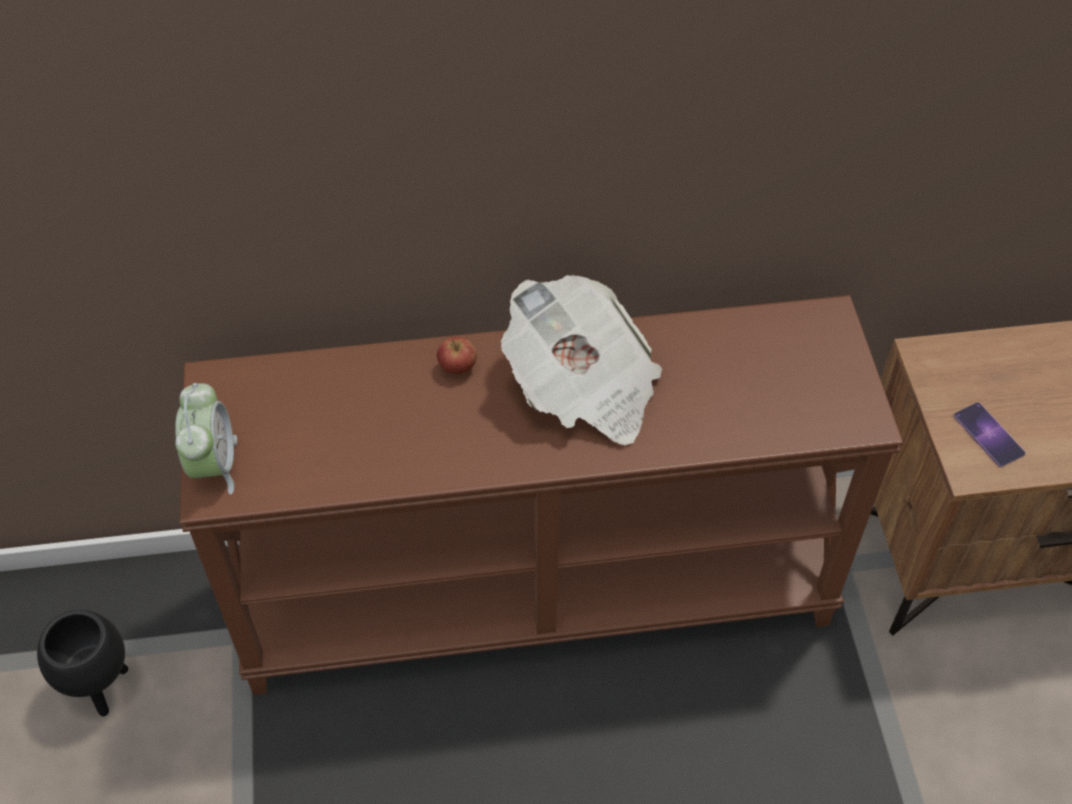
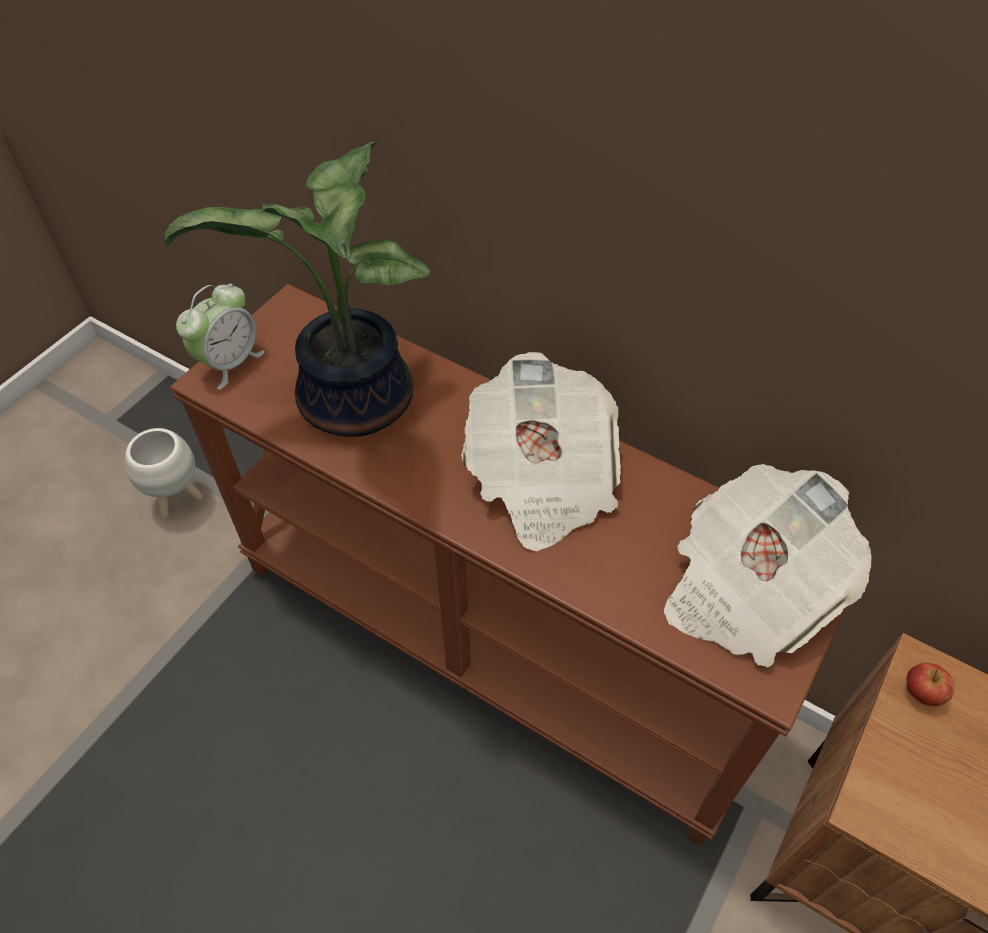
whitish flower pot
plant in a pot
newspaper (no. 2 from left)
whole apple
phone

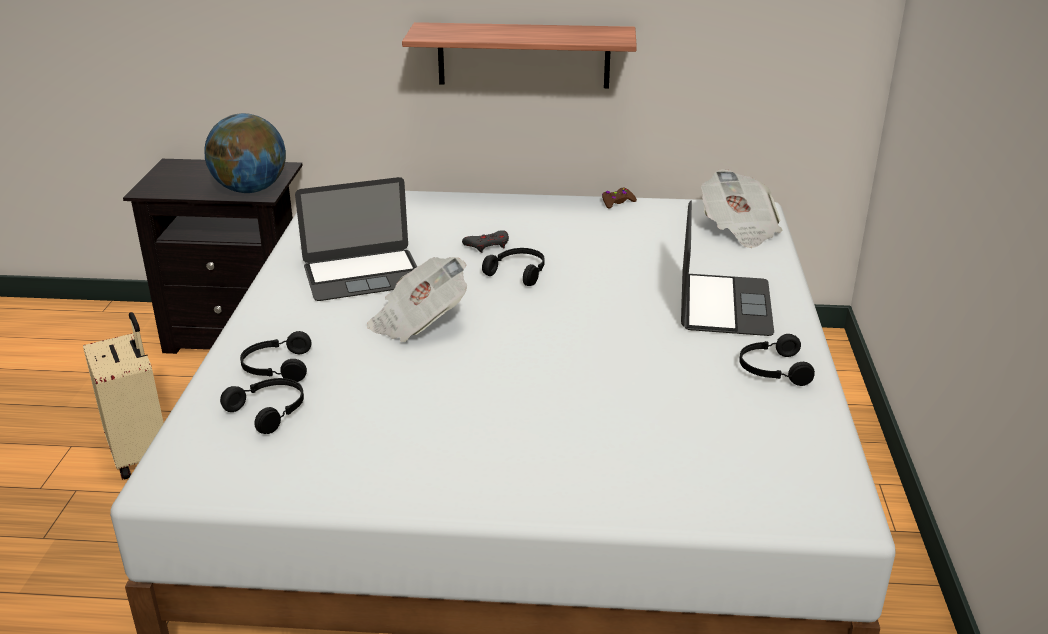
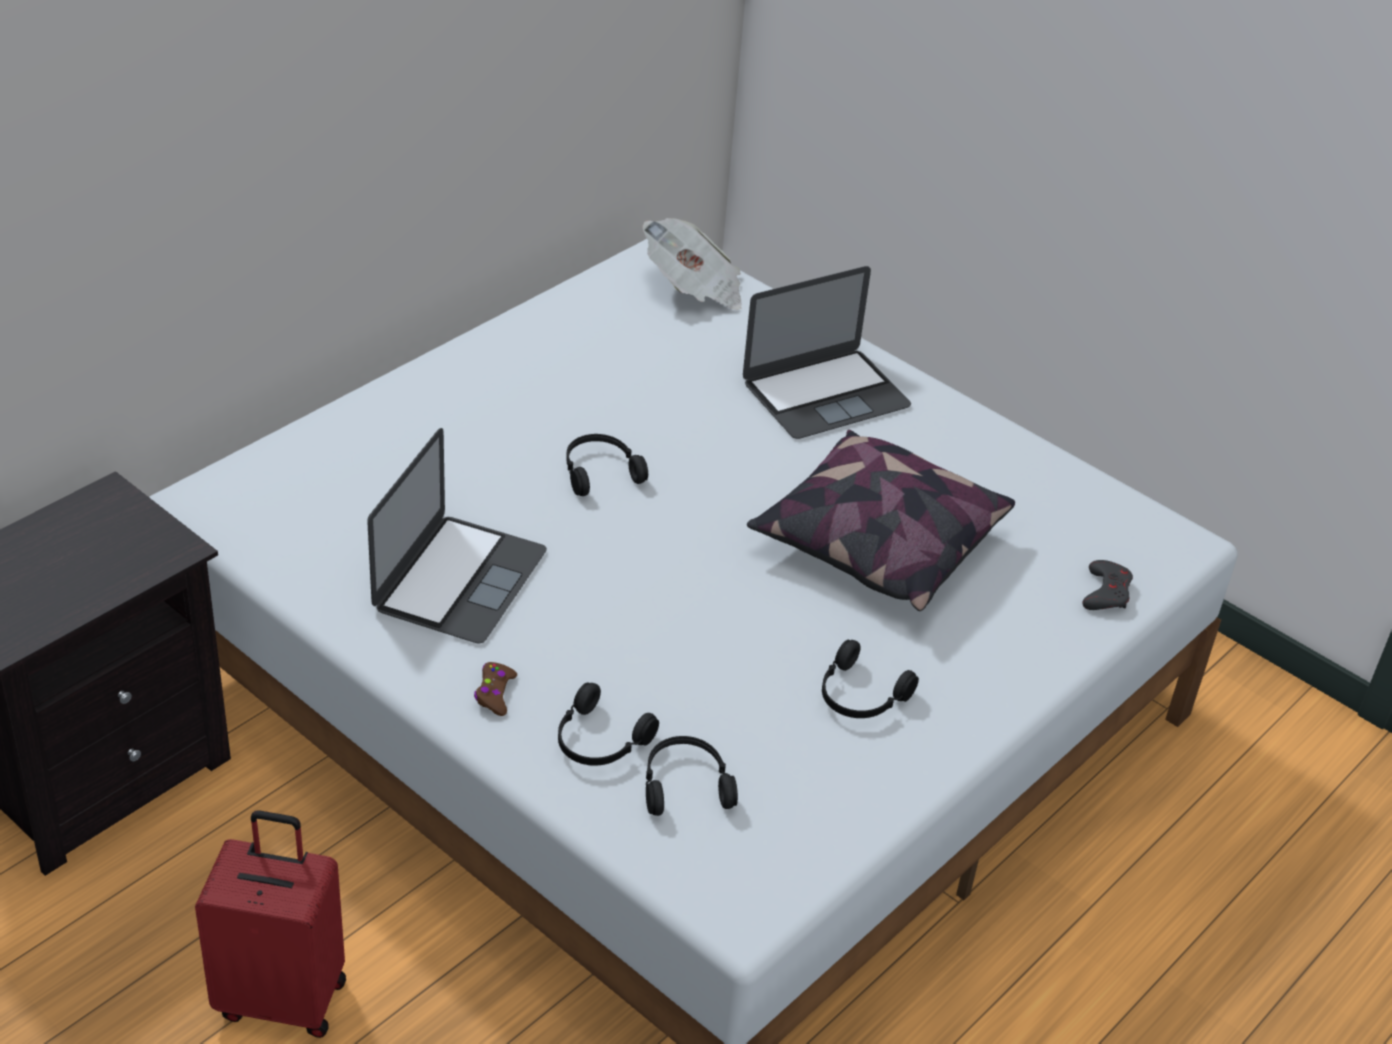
red piece of luggage
brownish joypad
notebook computer (no. 2 from left)
throw pillow
blackish headphones (no. 4 from left)
gray joypad
world globe
newspaper (no. 1 from left in the first image)
shelf

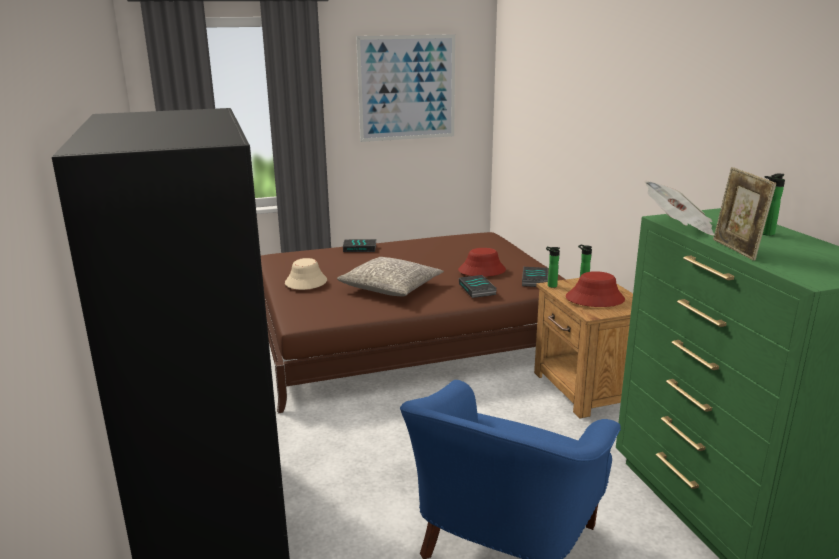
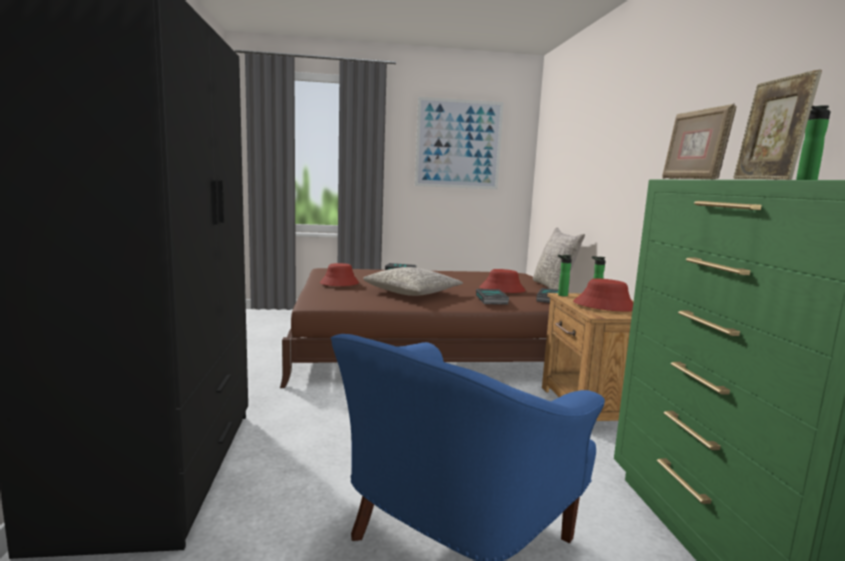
red clothing hat (no. 1 from left)
gray throw pillow (no. 2 from left)
photo frame (no. 1 from left)

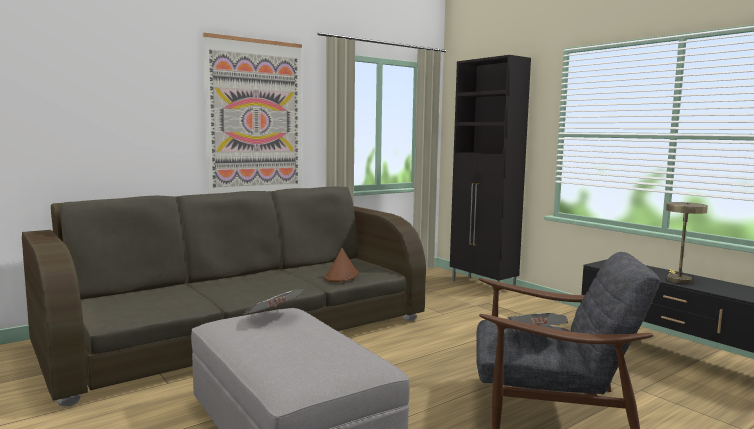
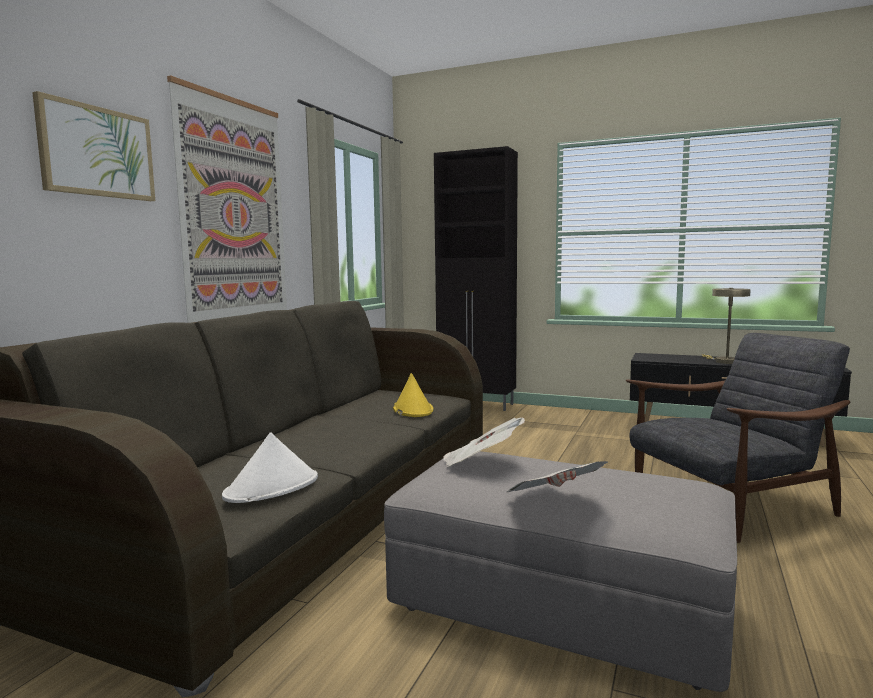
picture (no. 1 from left)
whitish clothing hat
yellow-coloured clothing hat
newspaper (no. 2 from left)

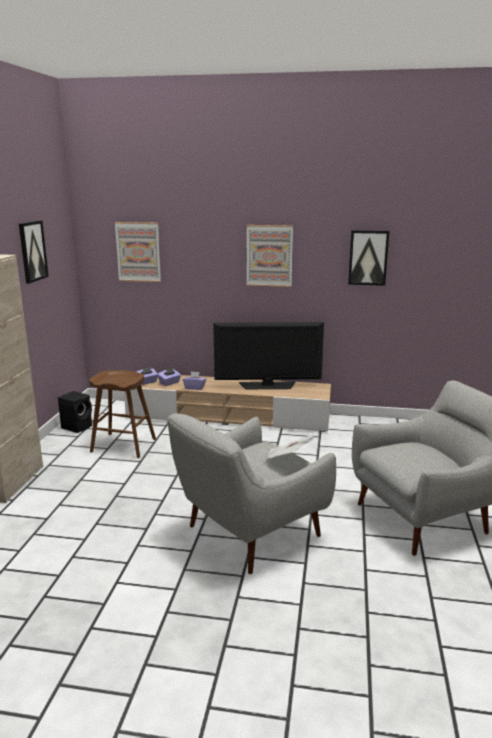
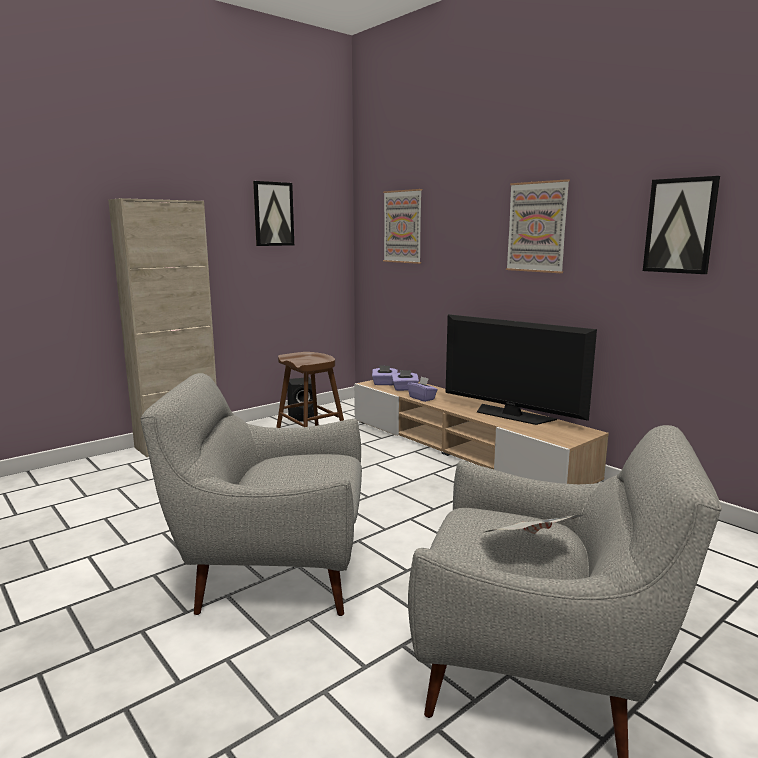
newspaper

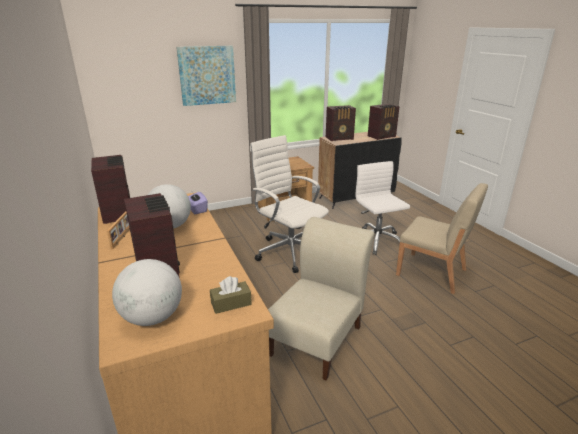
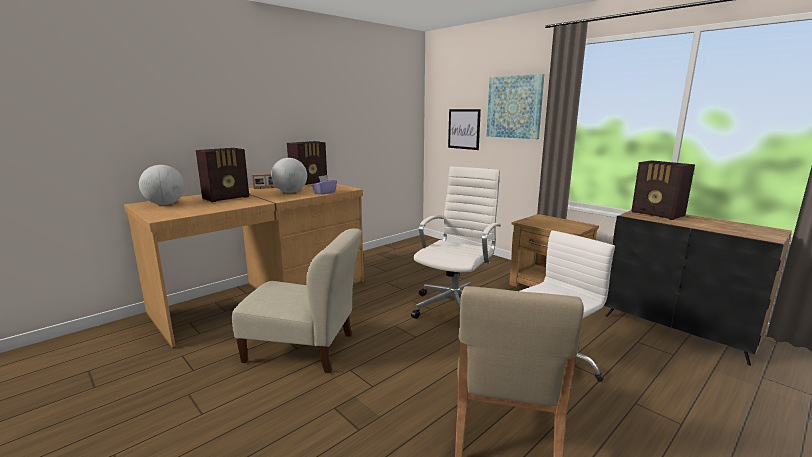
picture (no. 1 from left)
brownish tissue holder
radio (no. 4 from left in the first image)

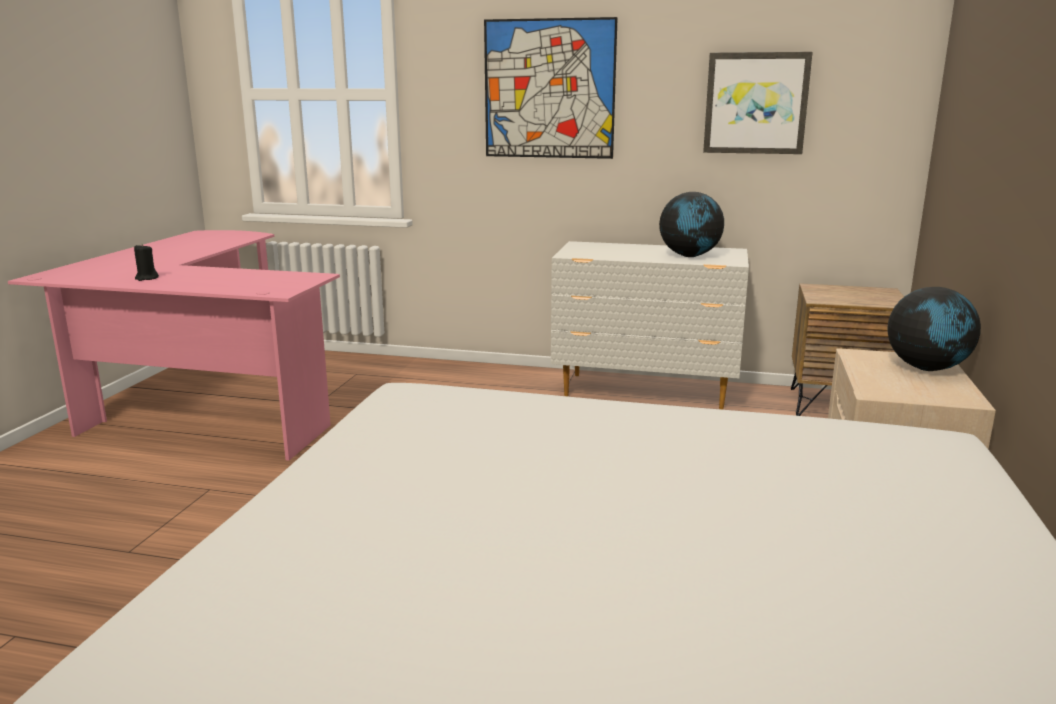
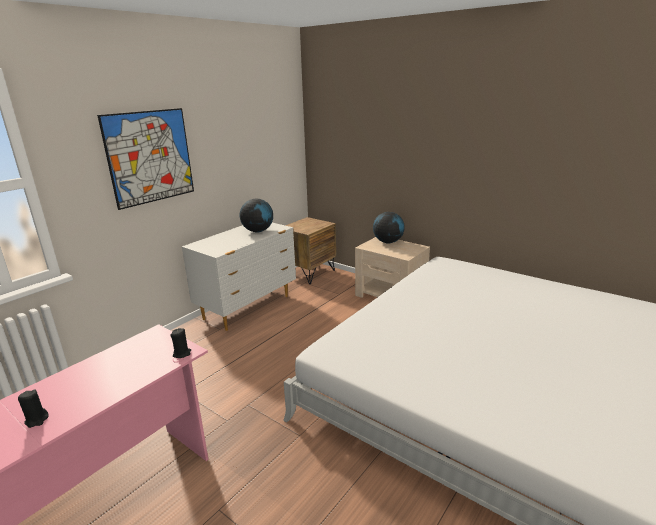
blackish wax light (no. 2 from left)
picture (no. 2 from left in the first image)

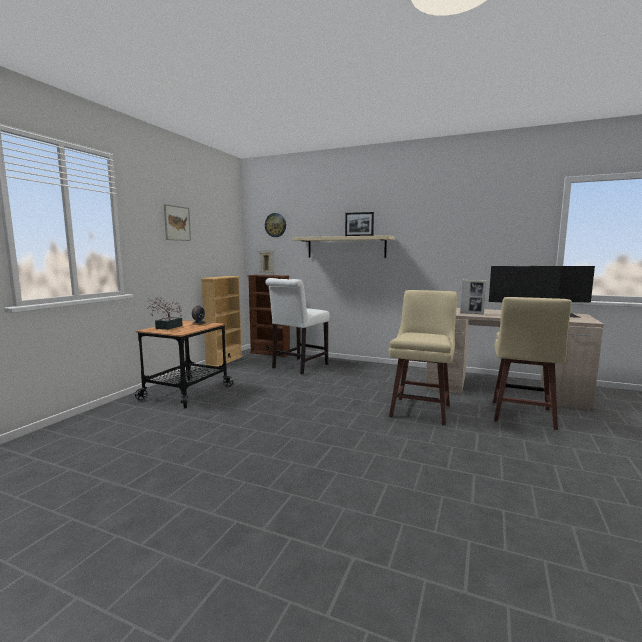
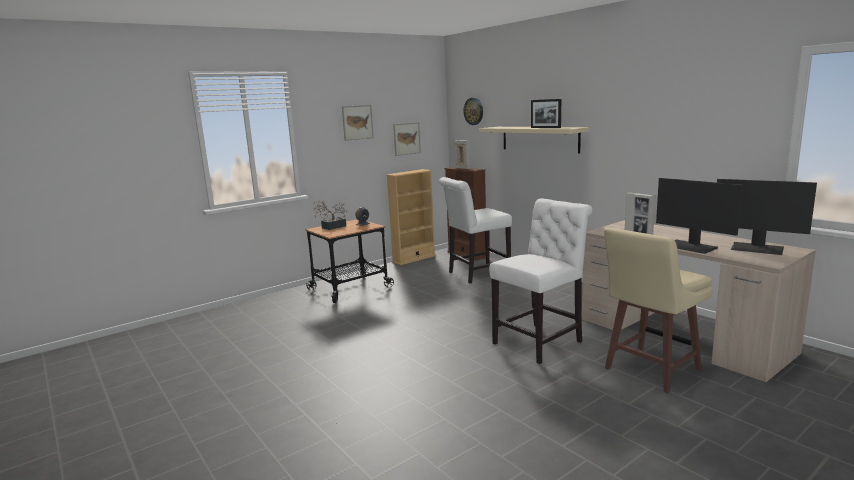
picture (no. 2 from left)
whitish upright chair (no. 2 from left)

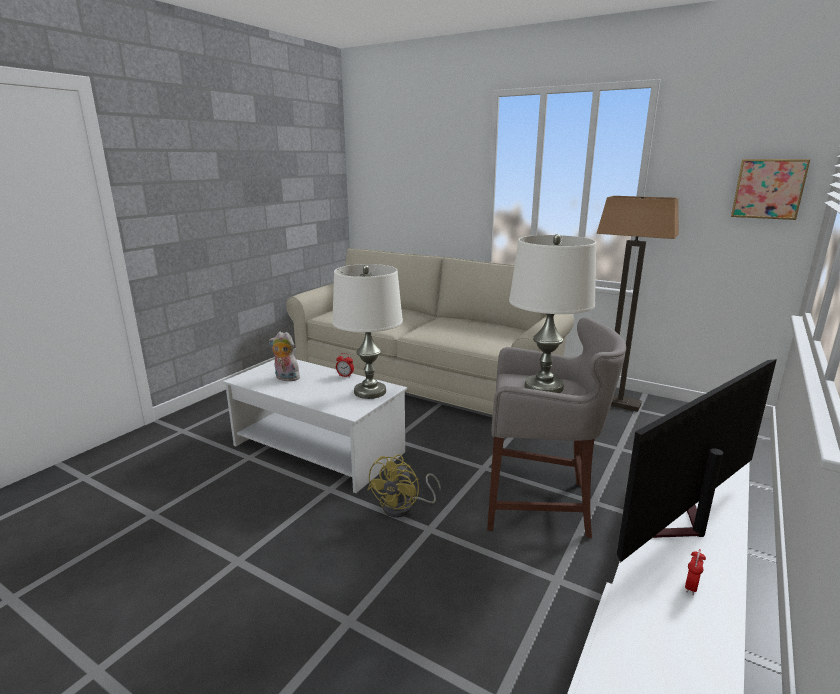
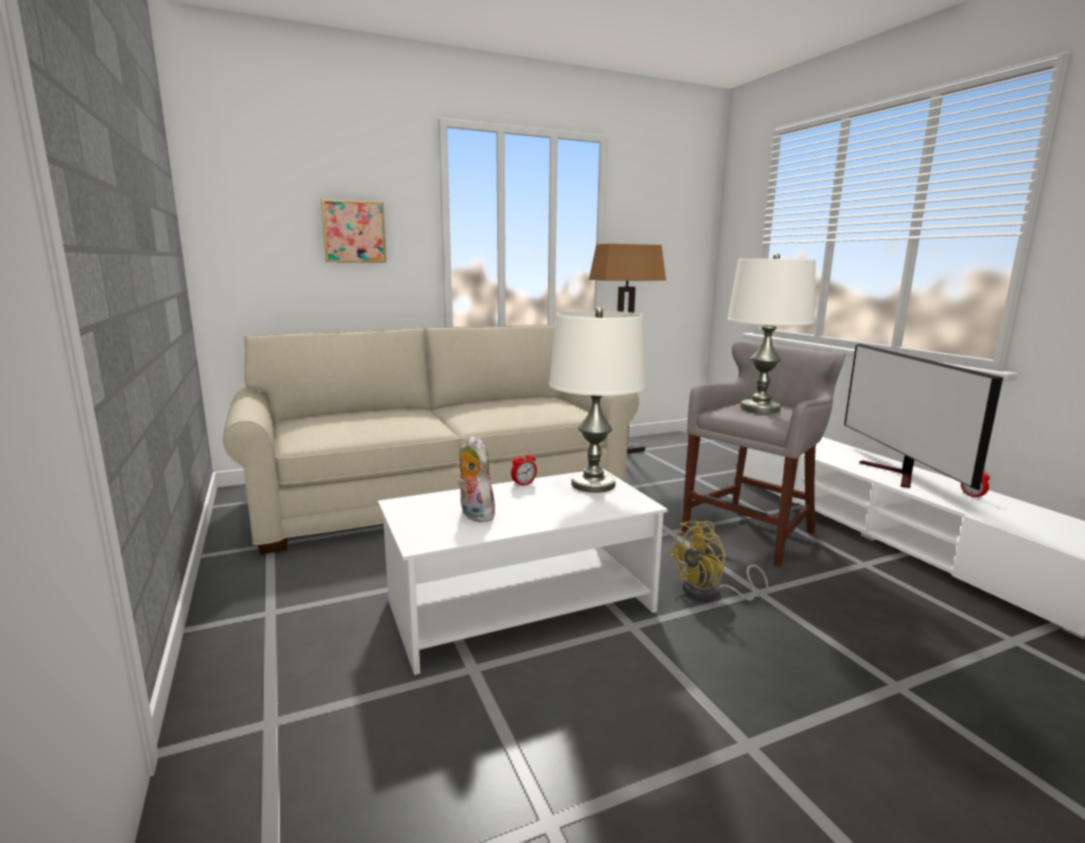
picture
cuddly toy
yellow-coloured fan

